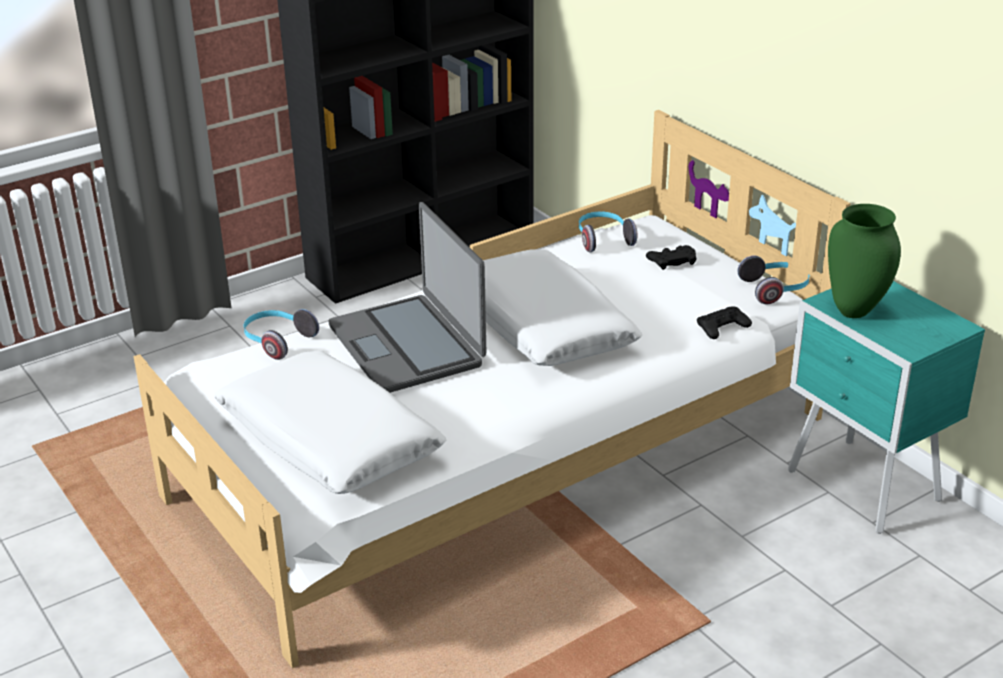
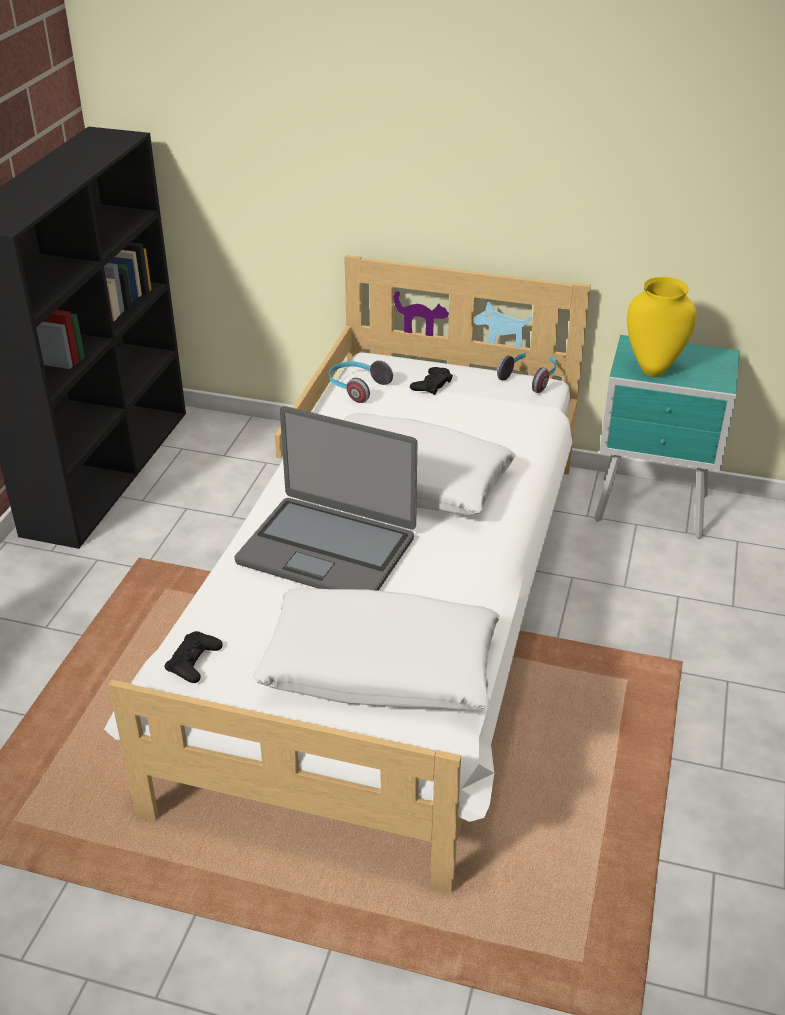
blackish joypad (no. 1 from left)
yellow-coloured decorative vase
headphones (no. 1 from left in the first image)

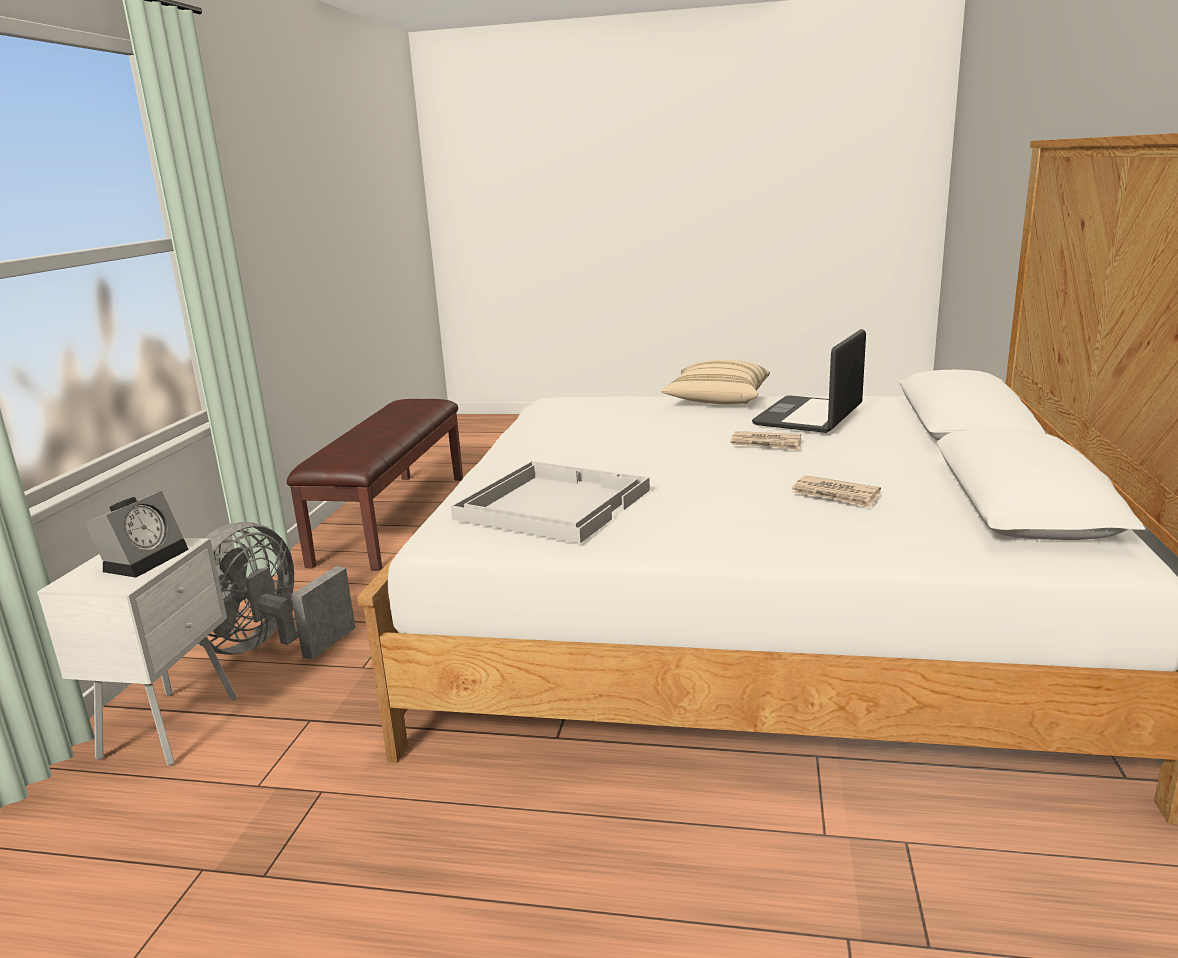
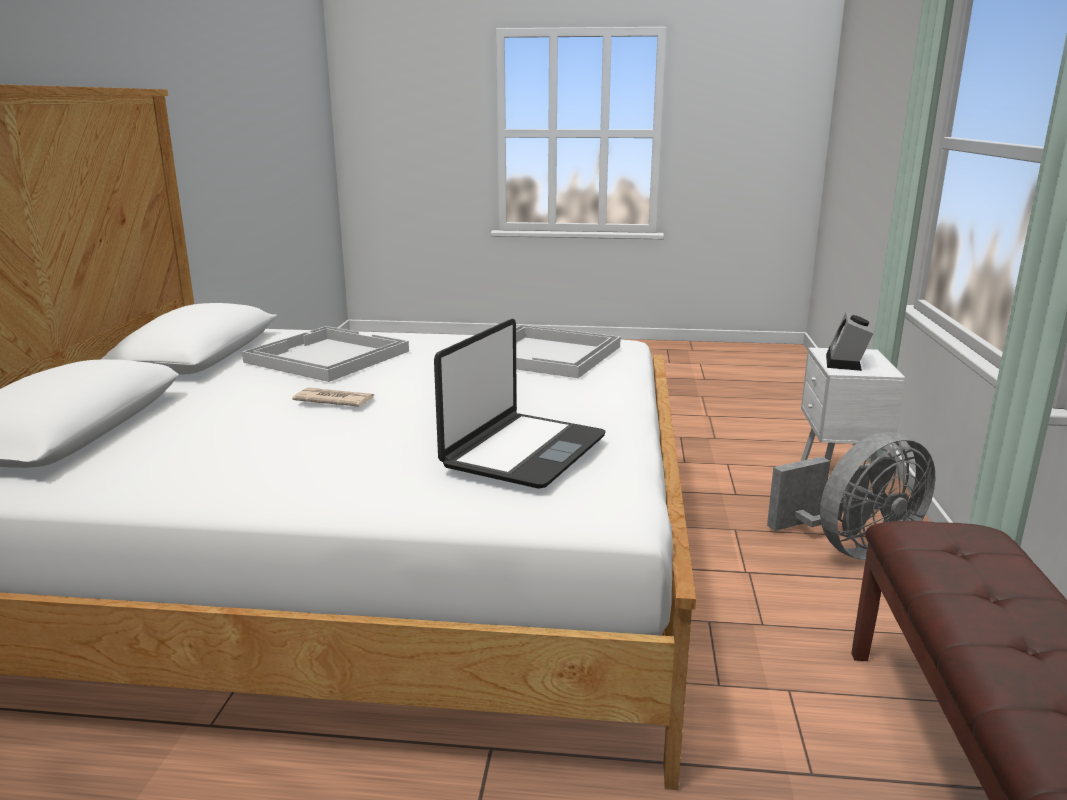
whitish serving tray (no. 1 from left)
notebook computer
gray fan
beige-coloured throw pillow

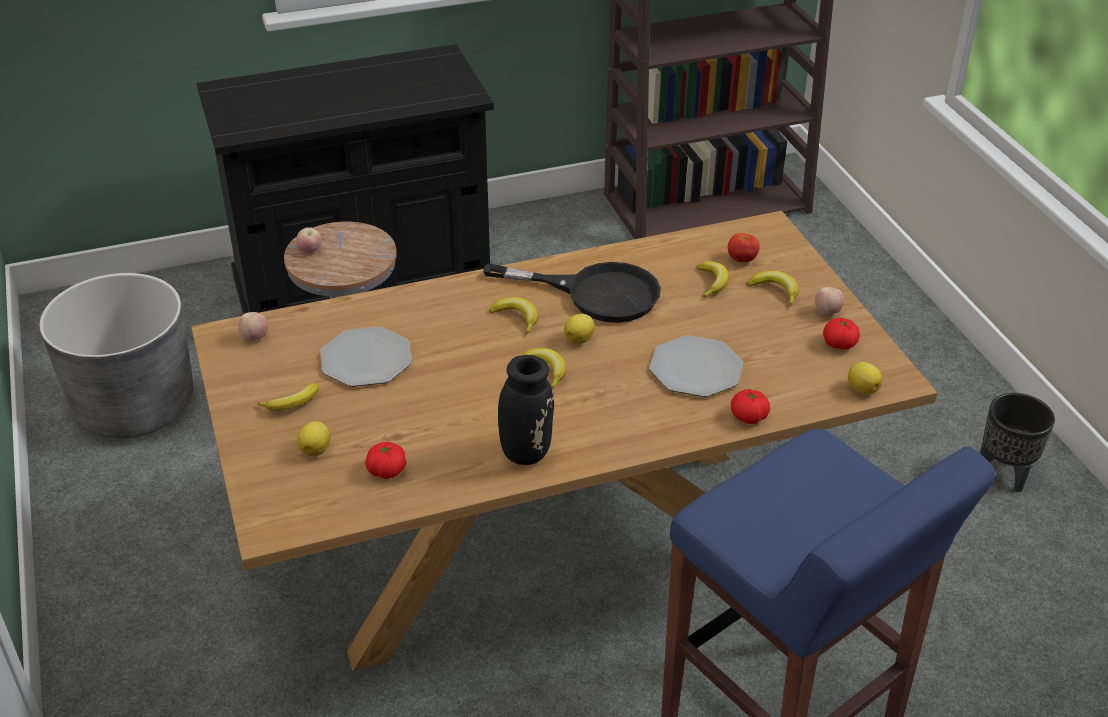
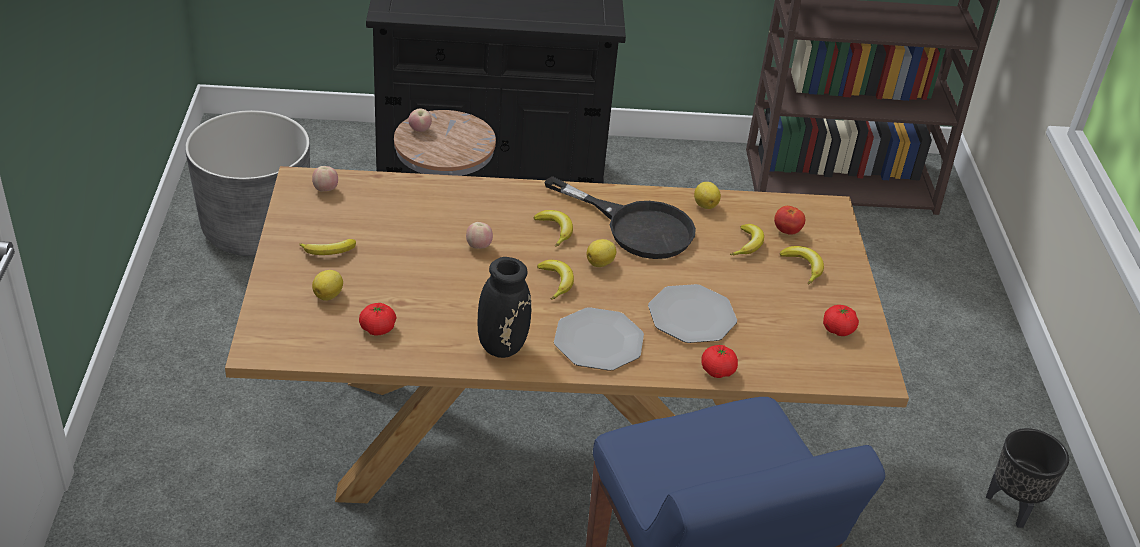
whole apple (no. 3 from left)
plate (no. 1 from left)
whole lemon (no. 3 from left)

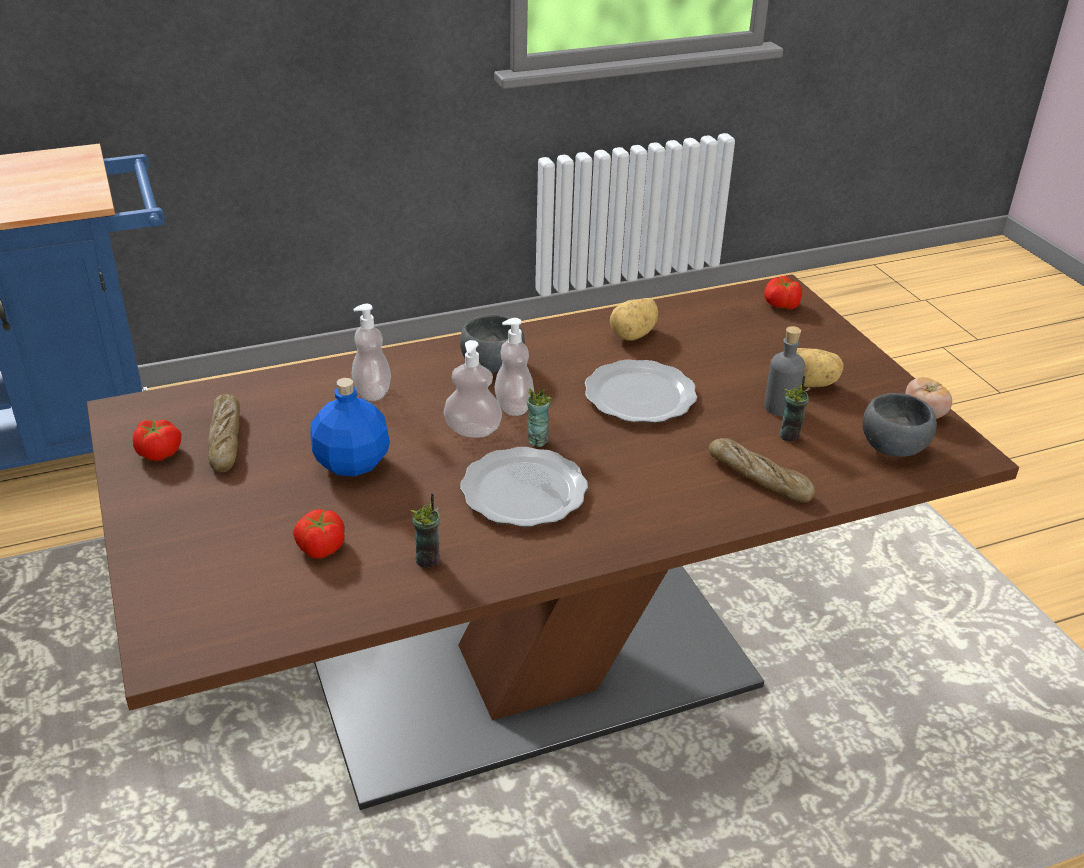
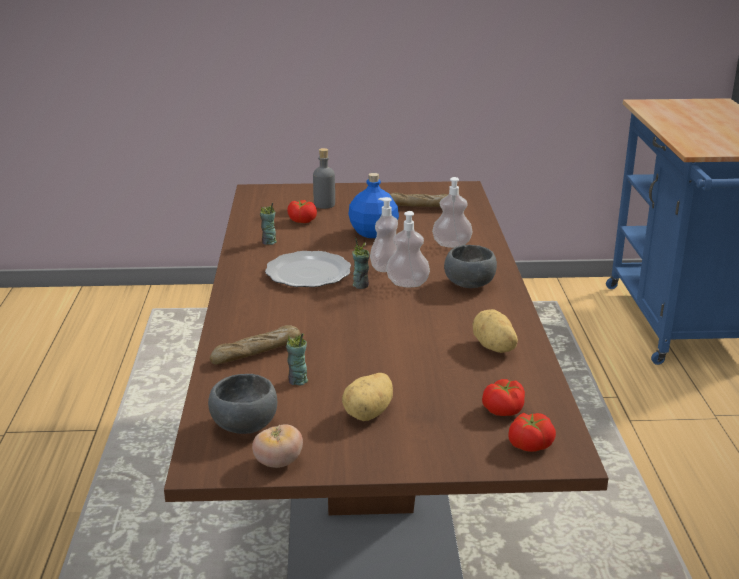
gray bottle
tomato (no. 3 from left)
plate (no. 2 from left in the first image)

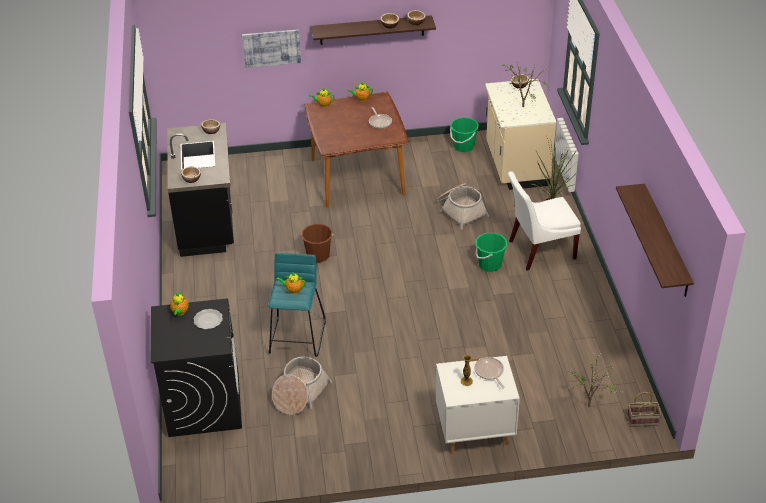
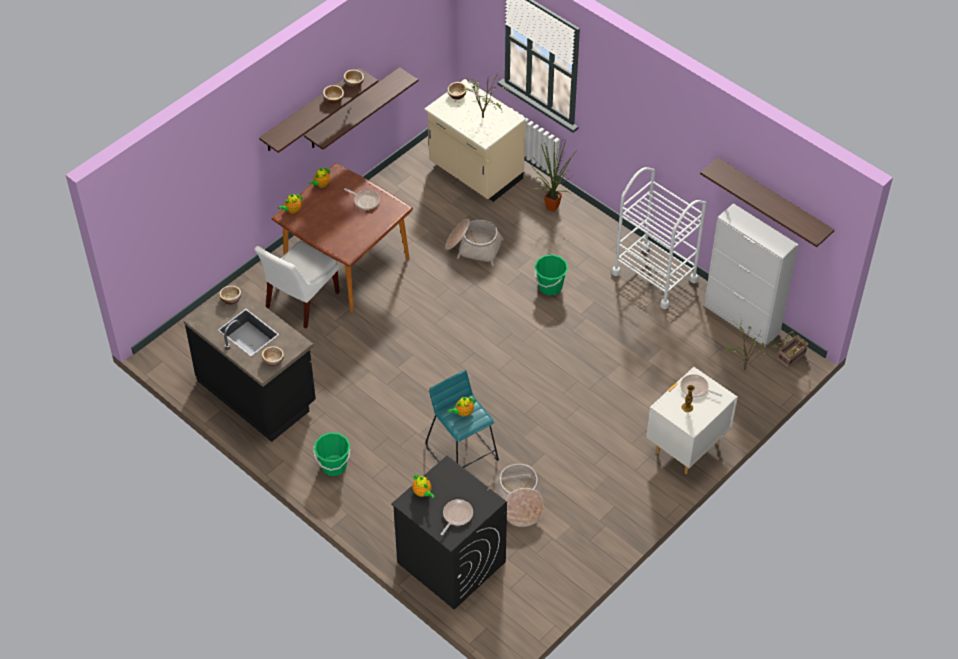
whitish upright chair
shelf (no. 2 from left)
greenish water bucket (no. 1 from left)
frying pan (no. 2 from left)
whitish wheeled cart
whitish cabinet
plate
picture
brownish water bucket

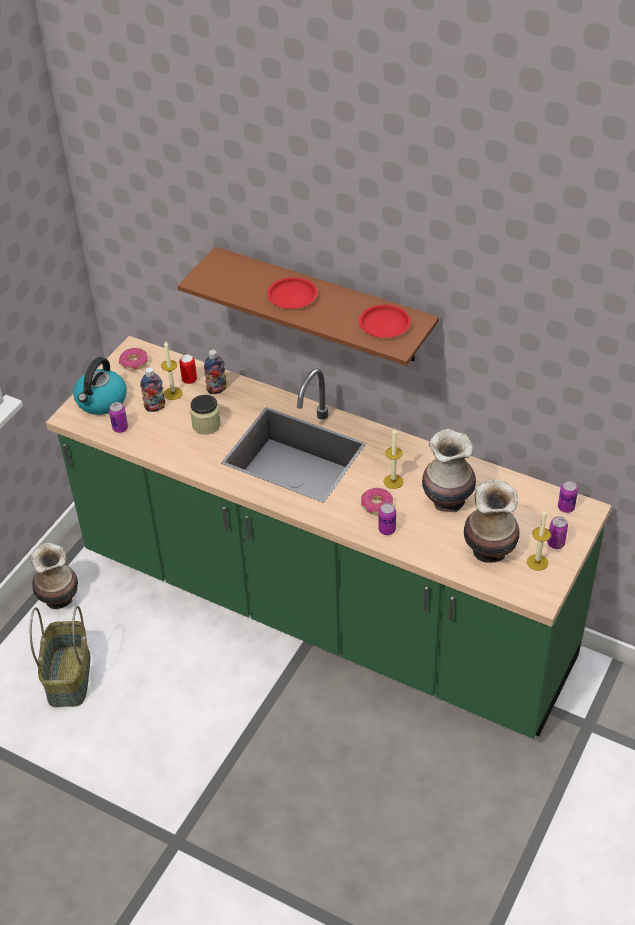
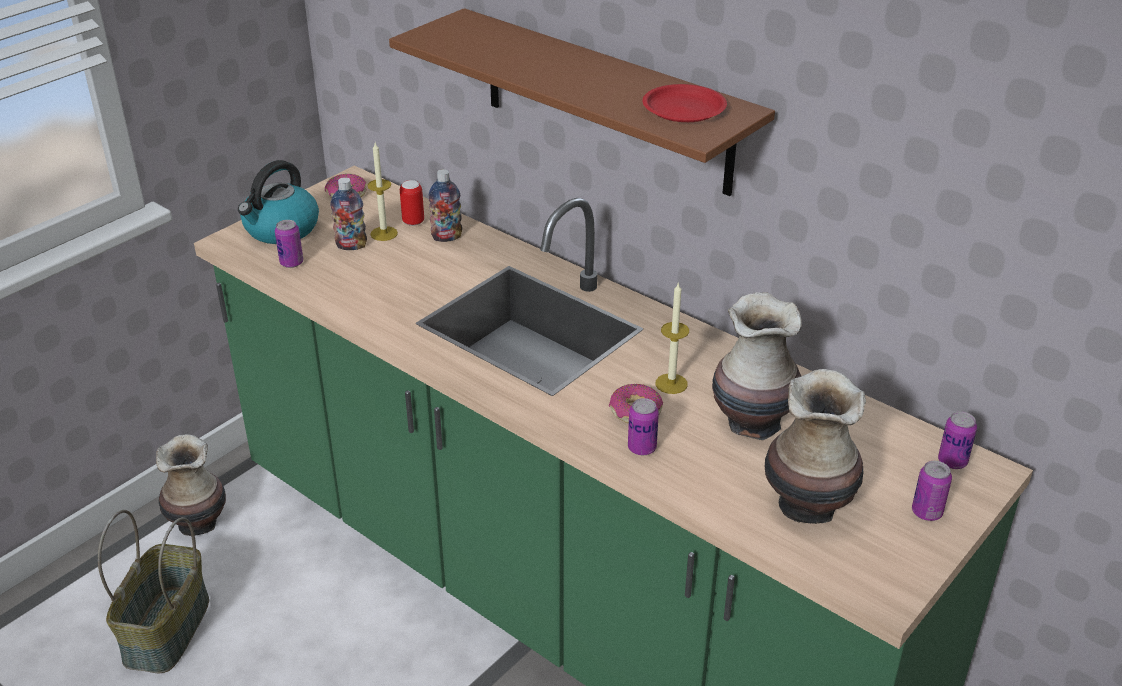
preserve jar
red plate (no. 1 from left in the first image)
wax light (no. 3 from left in the first image)

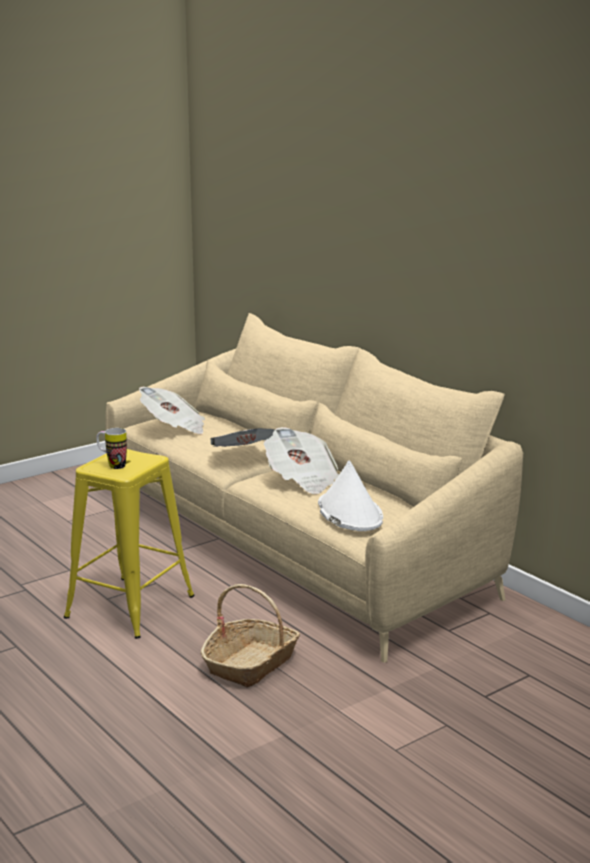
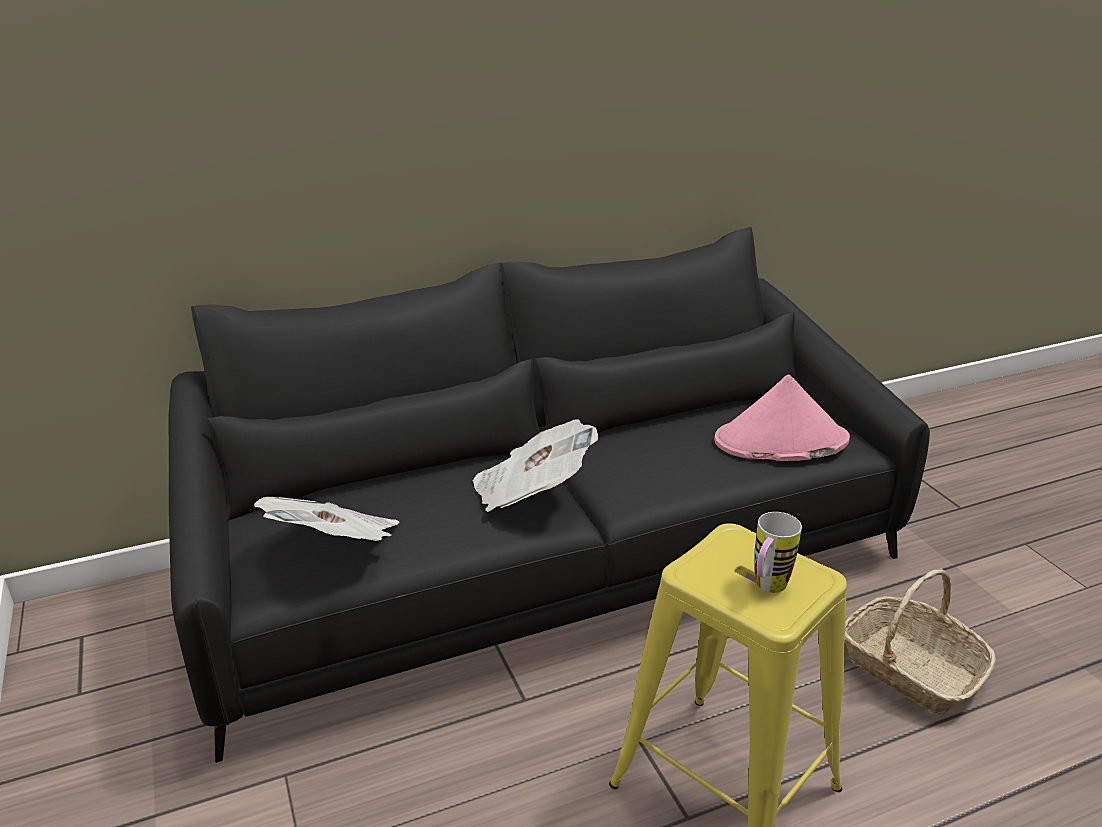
blackish couch
pink-coloured clothing hat
newspaper (no. 3 from left in the first image)

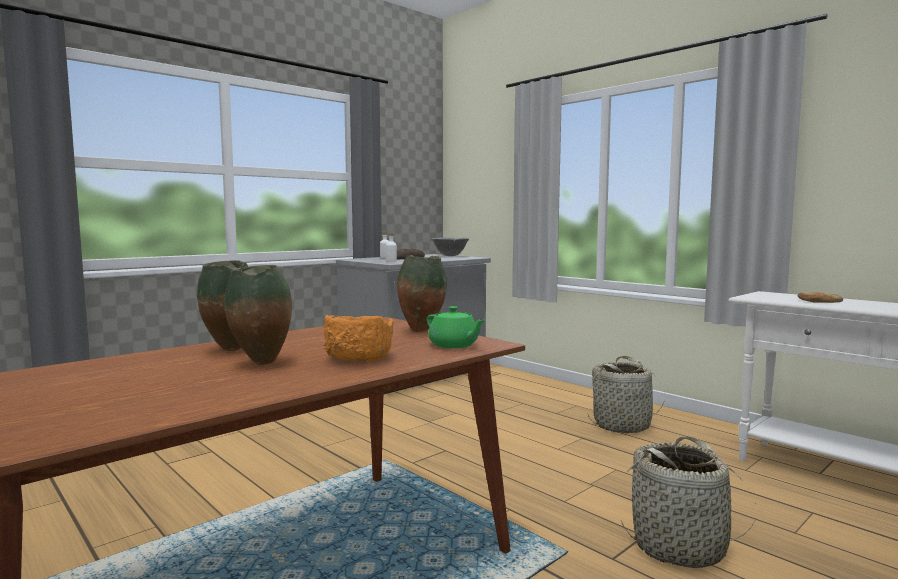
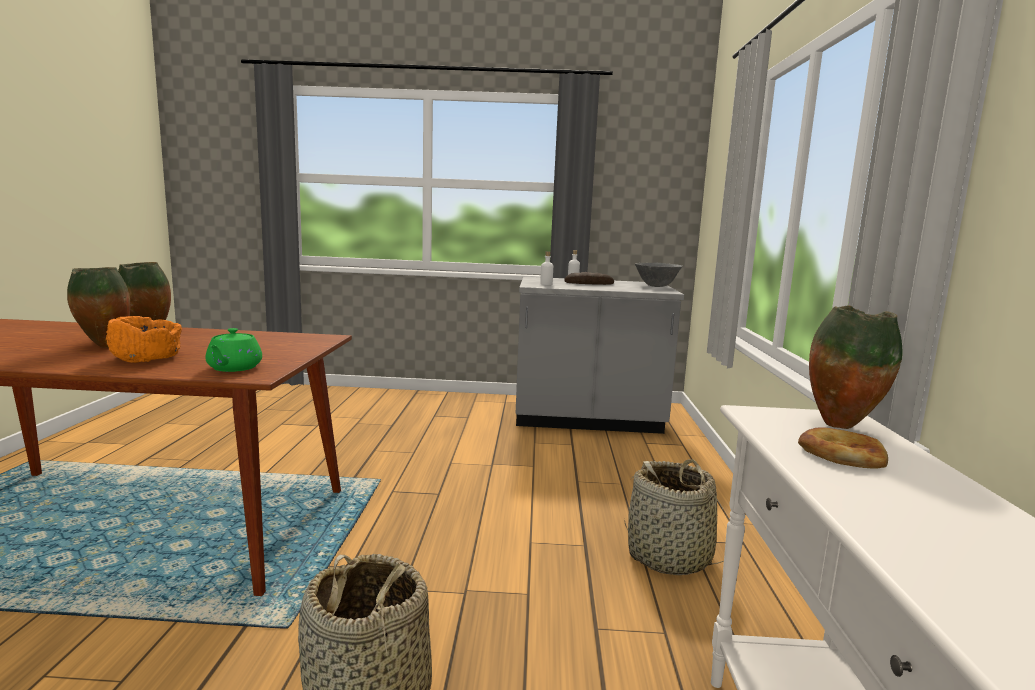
decorative vase (no. 3 from left)

